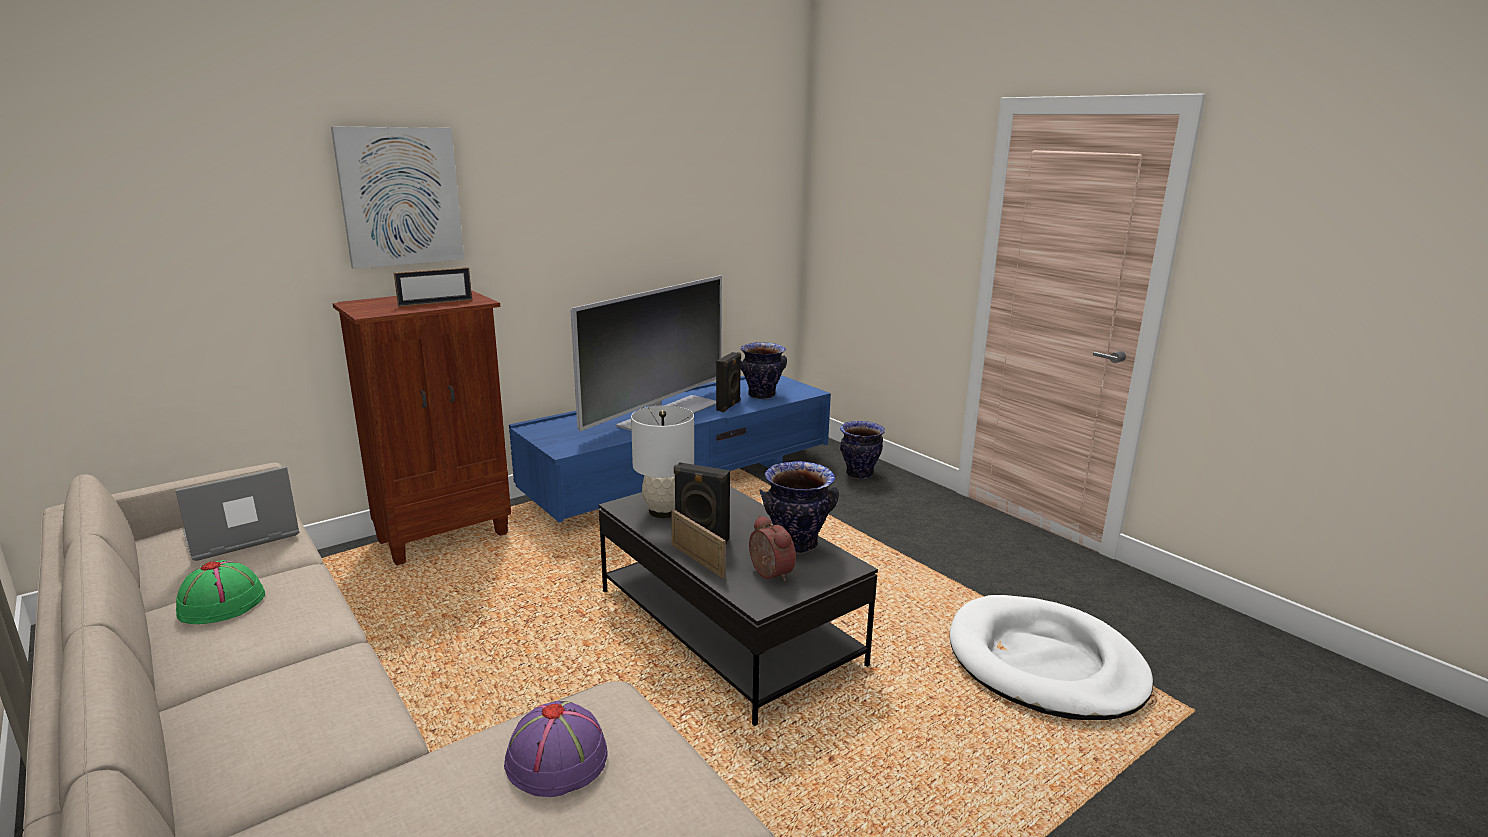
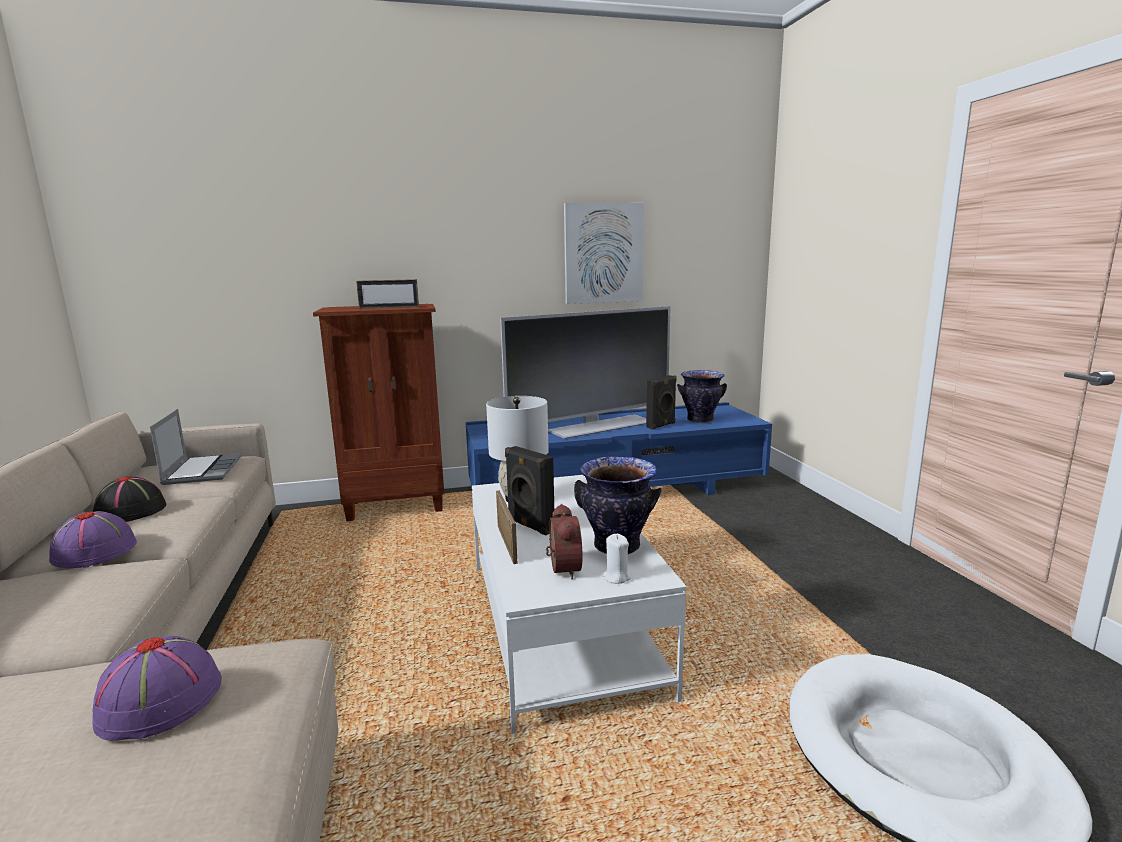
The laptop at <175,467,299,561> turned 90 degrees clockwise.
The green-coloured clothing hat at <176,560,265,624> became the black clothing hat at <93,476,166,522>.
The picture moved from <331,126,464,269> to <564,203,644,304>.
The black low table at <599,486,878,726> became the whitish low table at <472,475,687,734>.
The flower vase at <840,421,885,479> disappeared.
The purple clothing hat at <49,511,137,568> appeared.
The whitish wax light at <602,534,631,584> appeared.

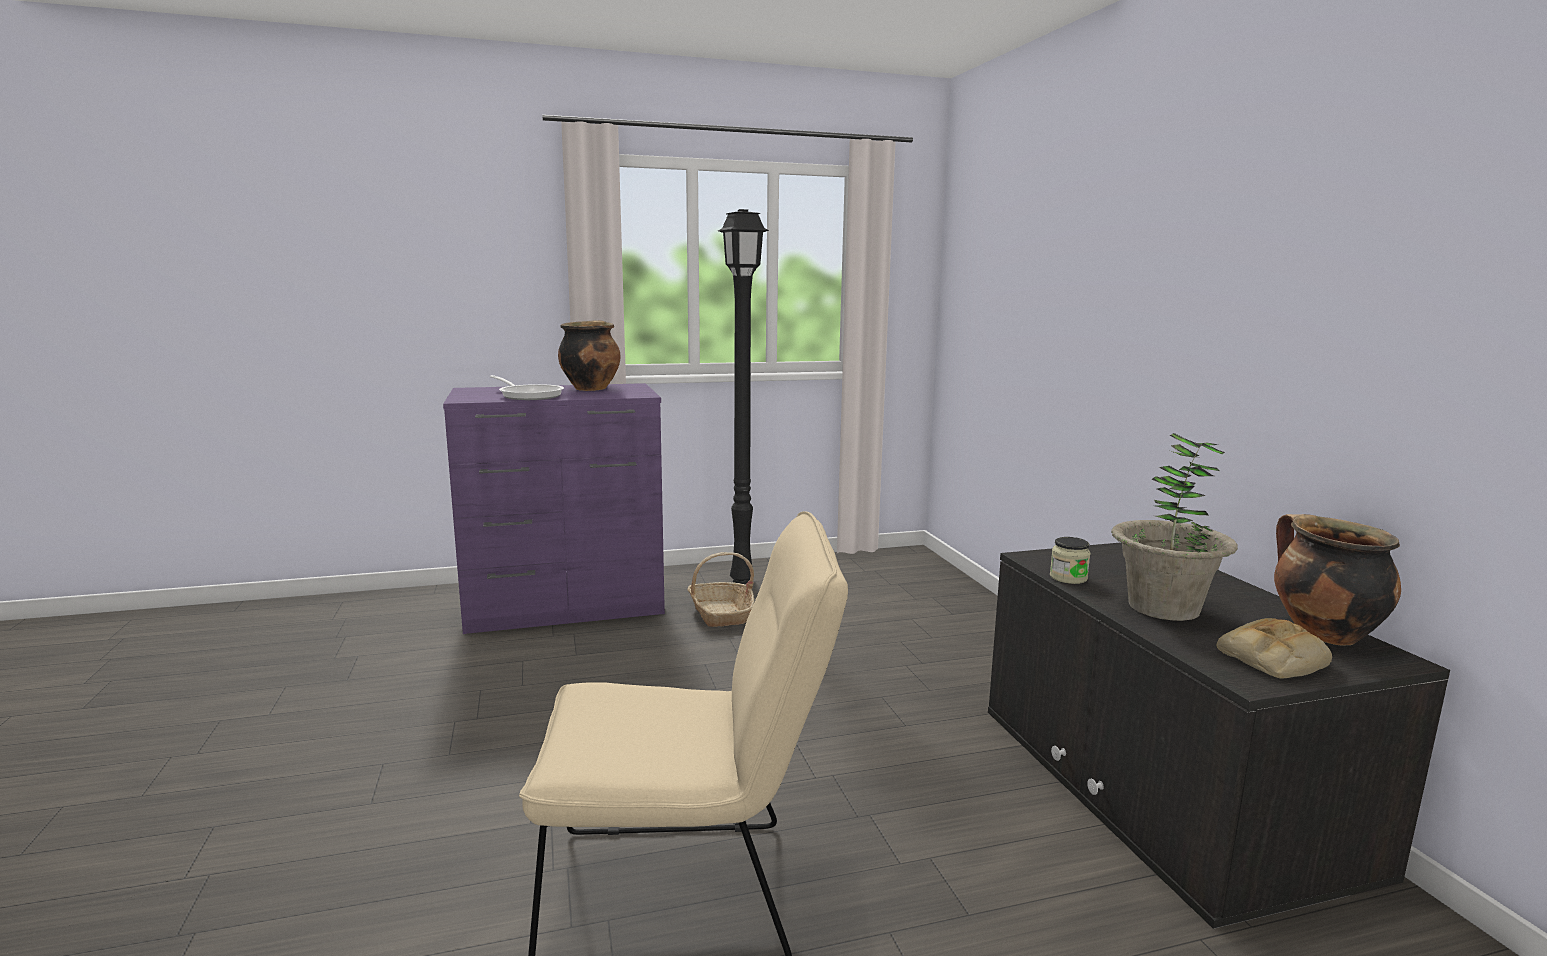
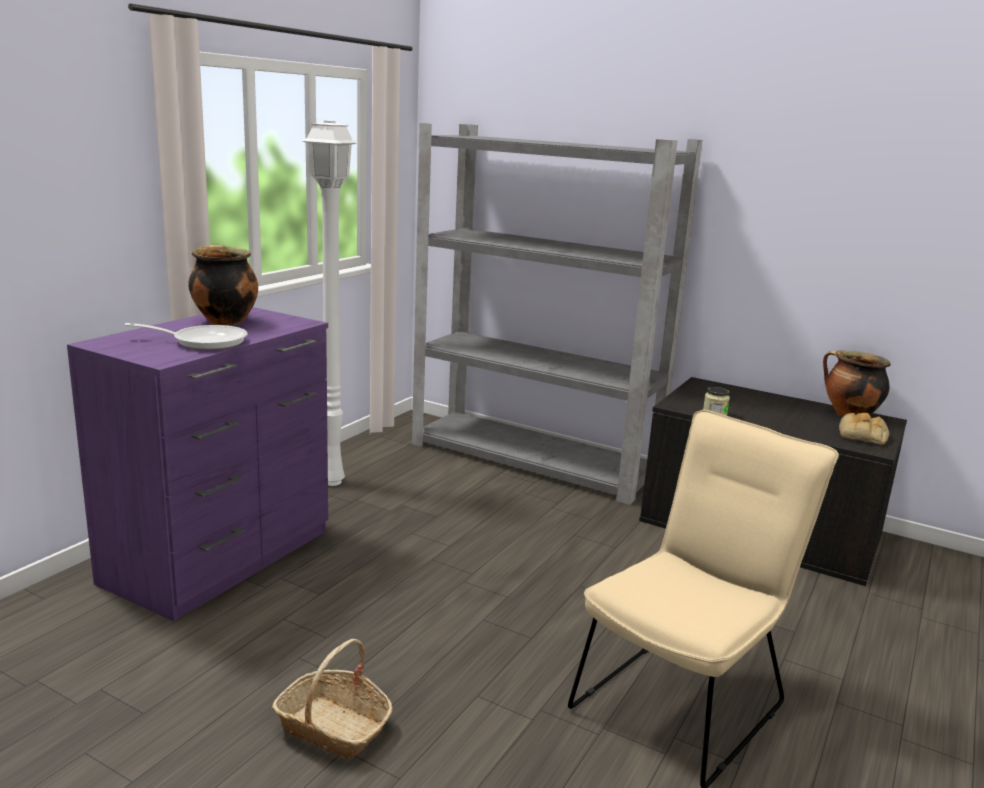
The basket moved from <687,552,754,627> to <272,639,393,759>.
The black floor lamp at <718,209,769,584> became the whitish floor lamp at <302,121,357,486>.
The plant in a pot at <1111,433,1238,621> disappeared.
The grey bookcase at <412,123,702,505> appeared.

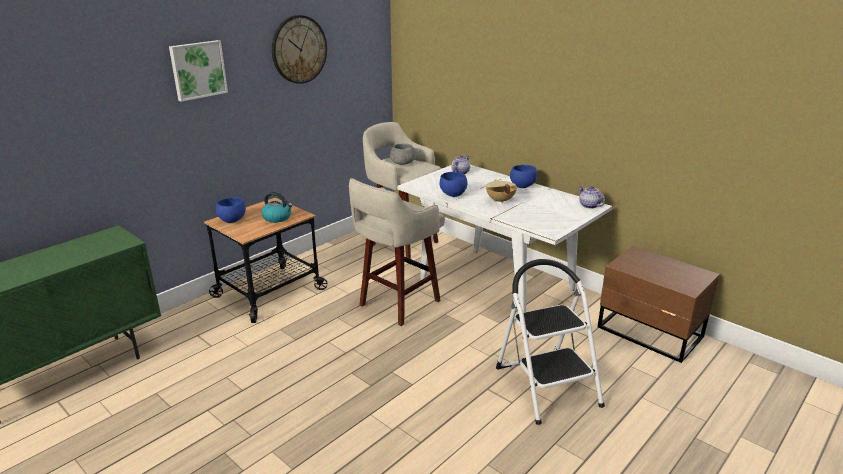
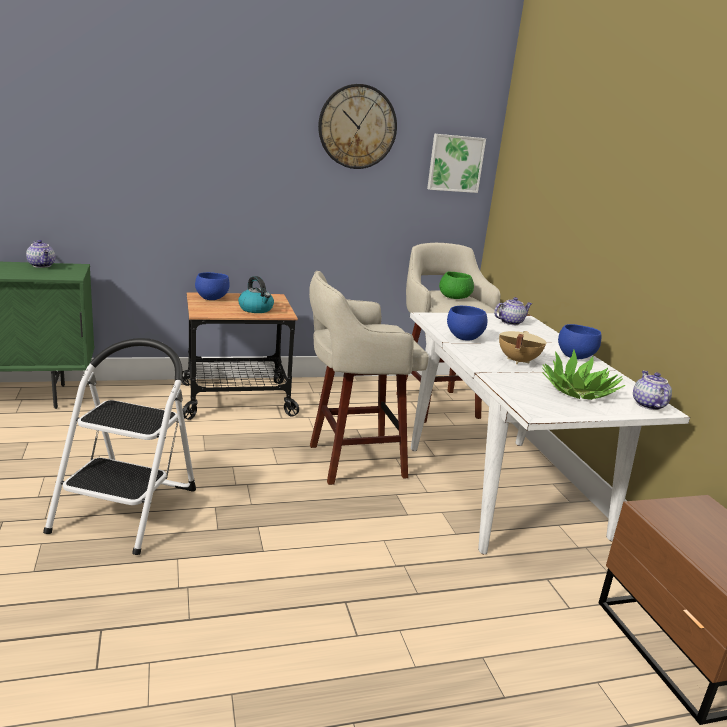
The picture moved from <169,40,228,102> to <427,134,486,193>.
The grey deep dish at <390,144,416,165> became the green-coloured deep dish at <439,271,474,299>.
The step stool moved from <496,259,605,425> to <43,338,196,555>.
The tea pot at <26,240,55,268> appeared.
The plant in a pot at <542,350,625,400> appeared.

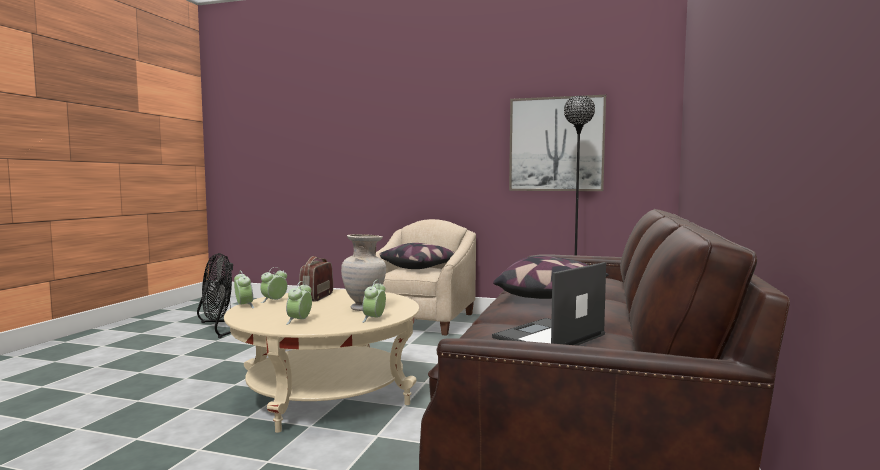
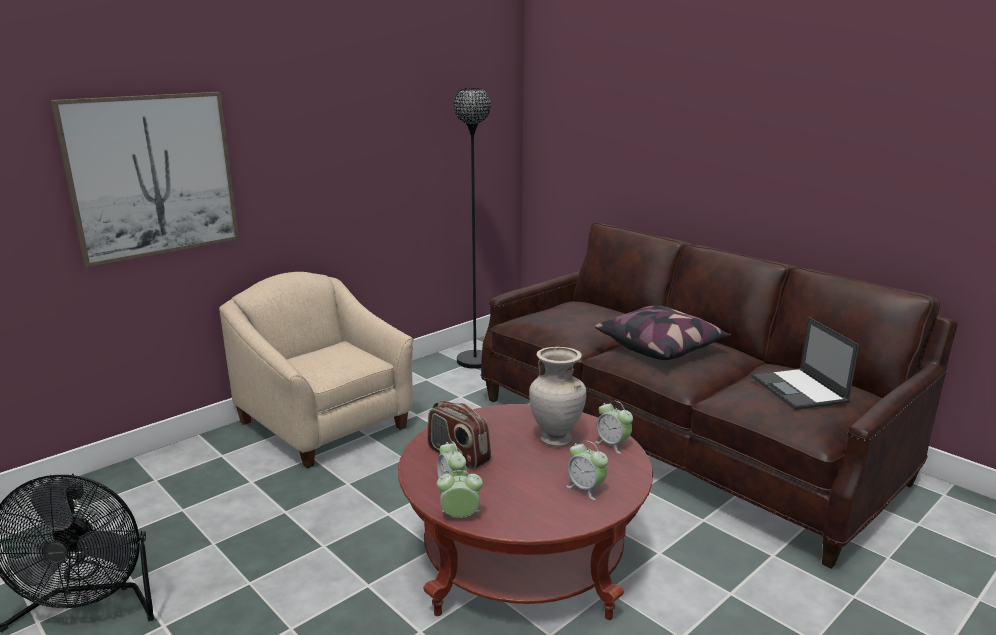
The beige low table at <224,289,419,433> became the reddish low table at <398,404,653,620>.
The throw pillow at <379,243,455,269> disappeared.
The picture moved from <509,95,606,191> to <51,92,239,267>.

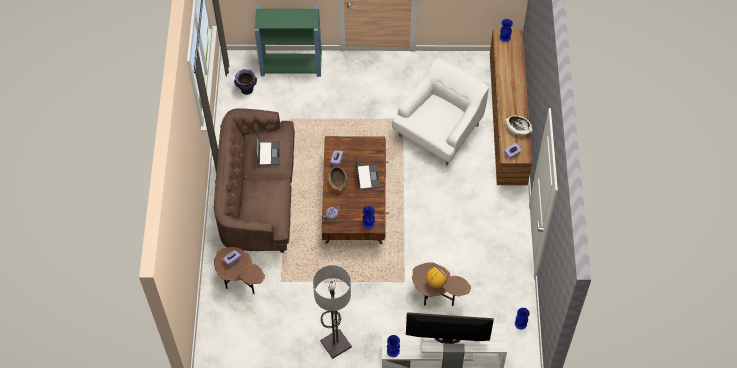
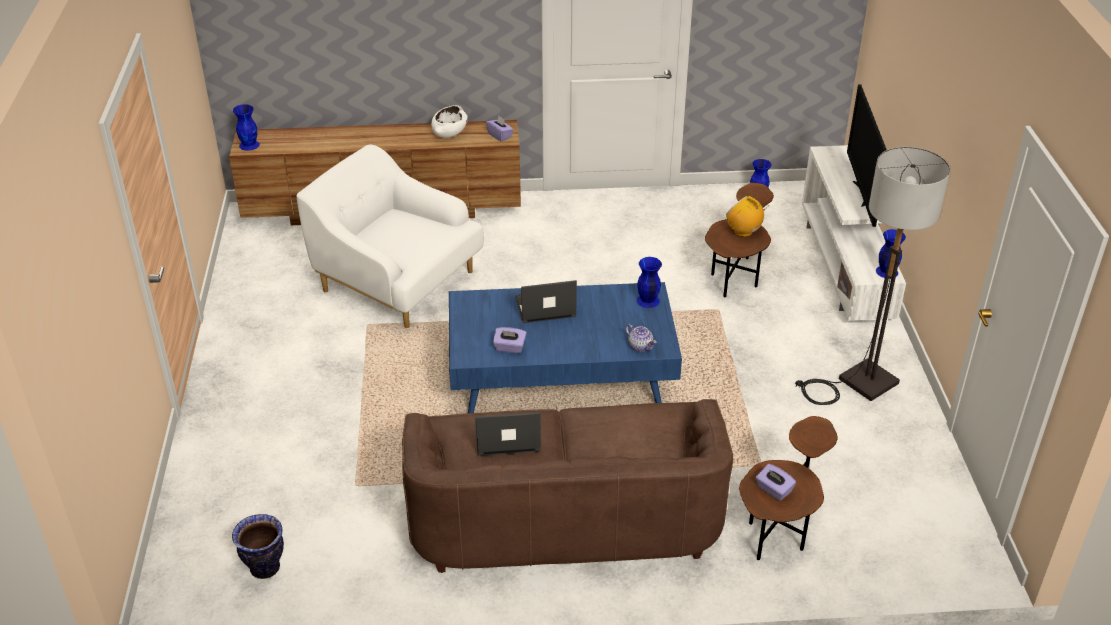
The green-coloured bookcase at <255,6,322,77> disappeared.
The brown low table at <322,136,388,244> became the blue low table at <449,282,682,413>.
The brown deep dish at <328,166,348,192> disappeared.

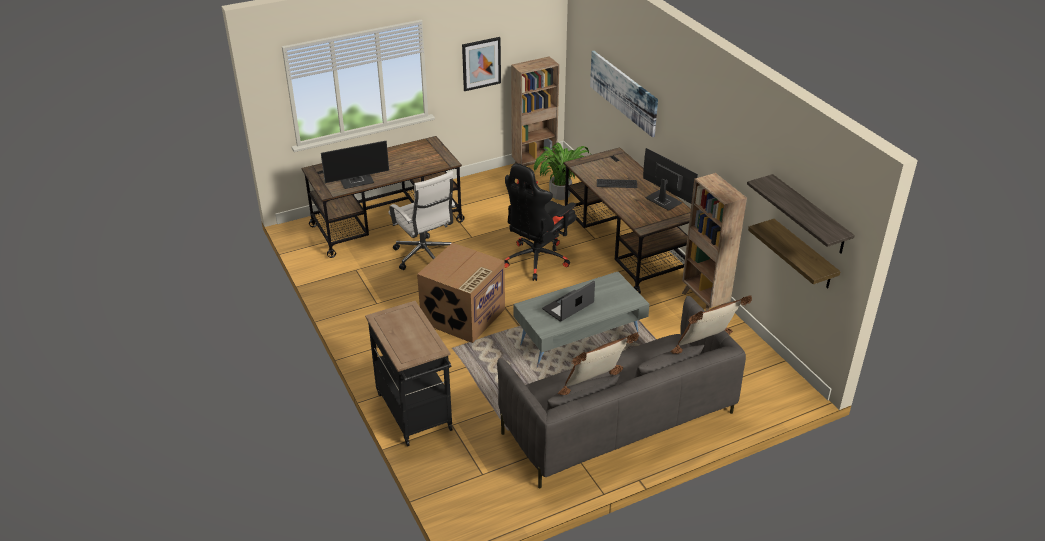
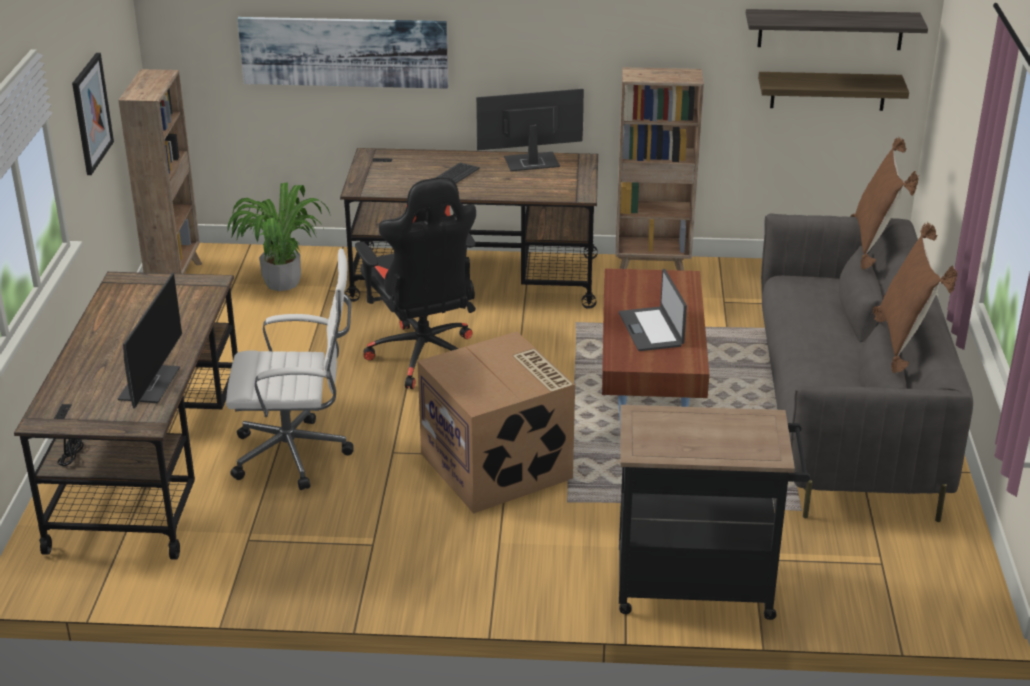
The grey low table at <513,272,650,368> became the brown low table at <602,268,709,418>.

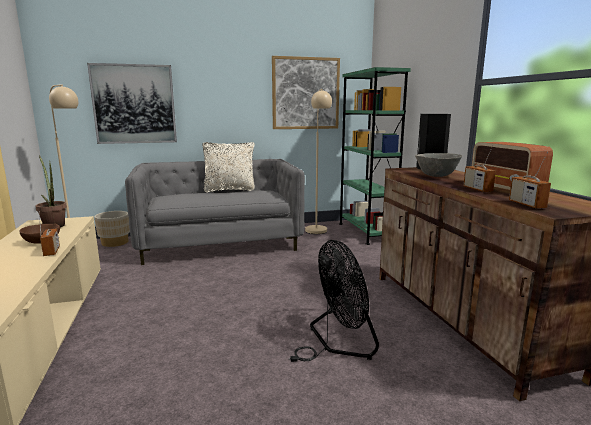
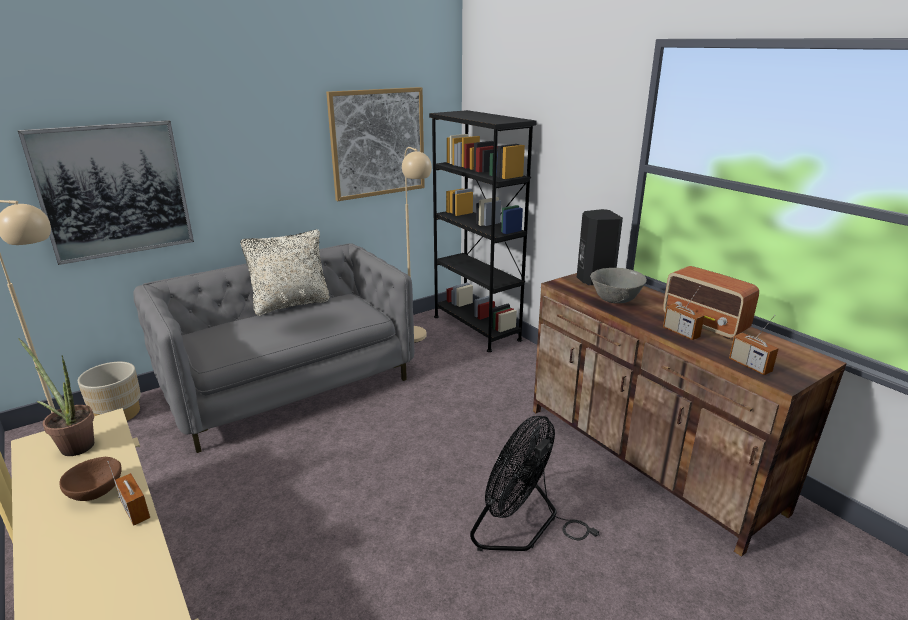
The black cooling fan at <288,240,379,362> turned 105 degrees counterclockwise.
The green-coloured bookcase at <339,67,411,245> became the black bookcase at <429,110,537,352>.

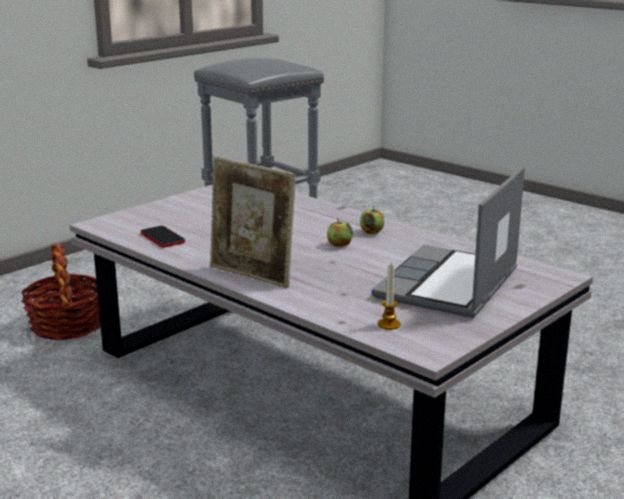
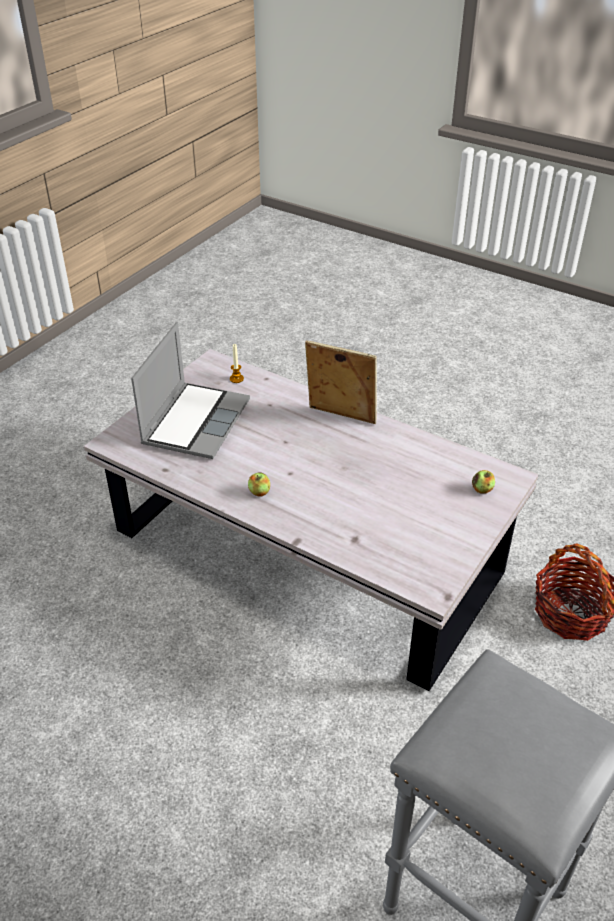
The handset at <141,226,185,248> disappeared.
The apple fruit moved from <327,218,353,247> to <472,470,495,494>.

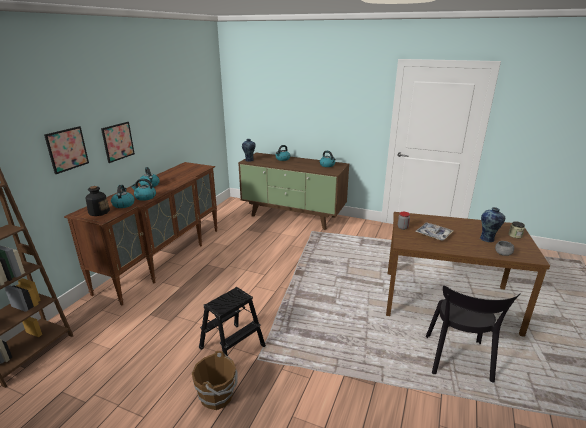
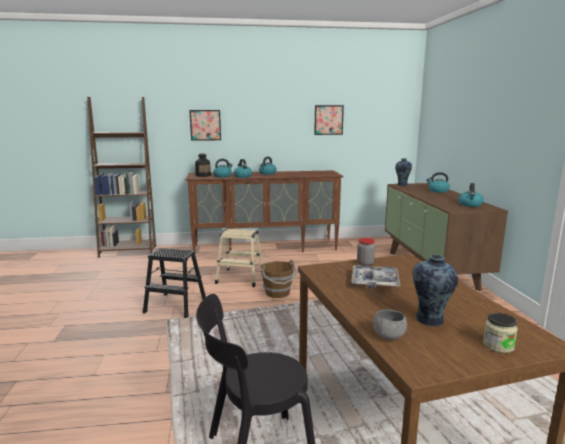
The picture moved from <101,122,135,163> to <314,105,344,135>.
The brown bucket moved from <192,351,238,410> to <261,260,297,298>.
The beige step stool at <215,228,263,287> appeared.

